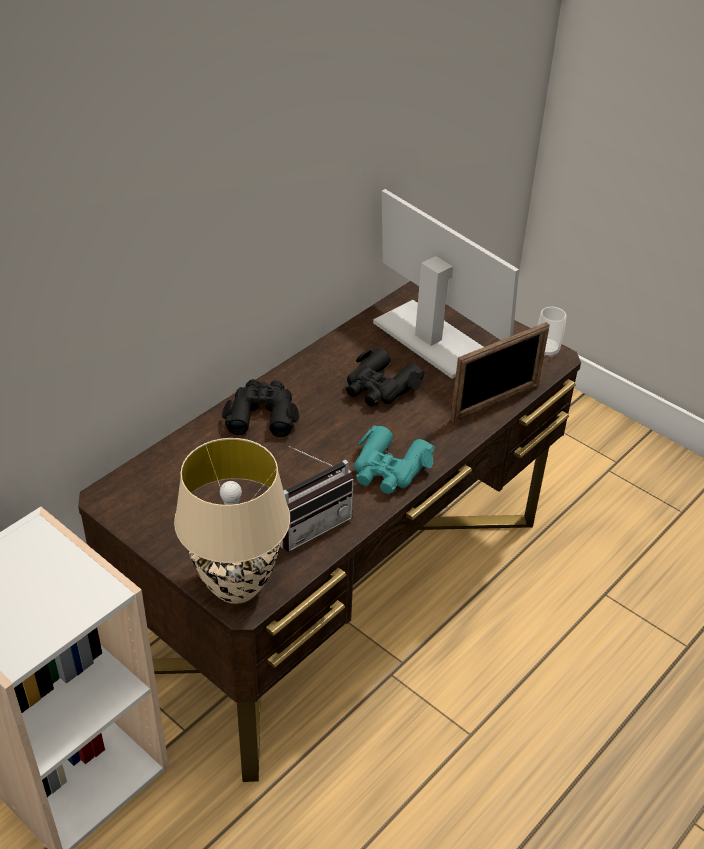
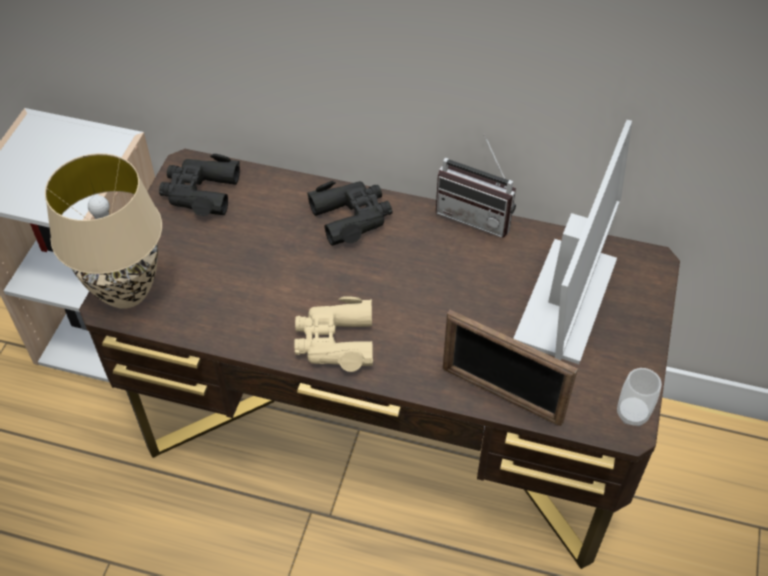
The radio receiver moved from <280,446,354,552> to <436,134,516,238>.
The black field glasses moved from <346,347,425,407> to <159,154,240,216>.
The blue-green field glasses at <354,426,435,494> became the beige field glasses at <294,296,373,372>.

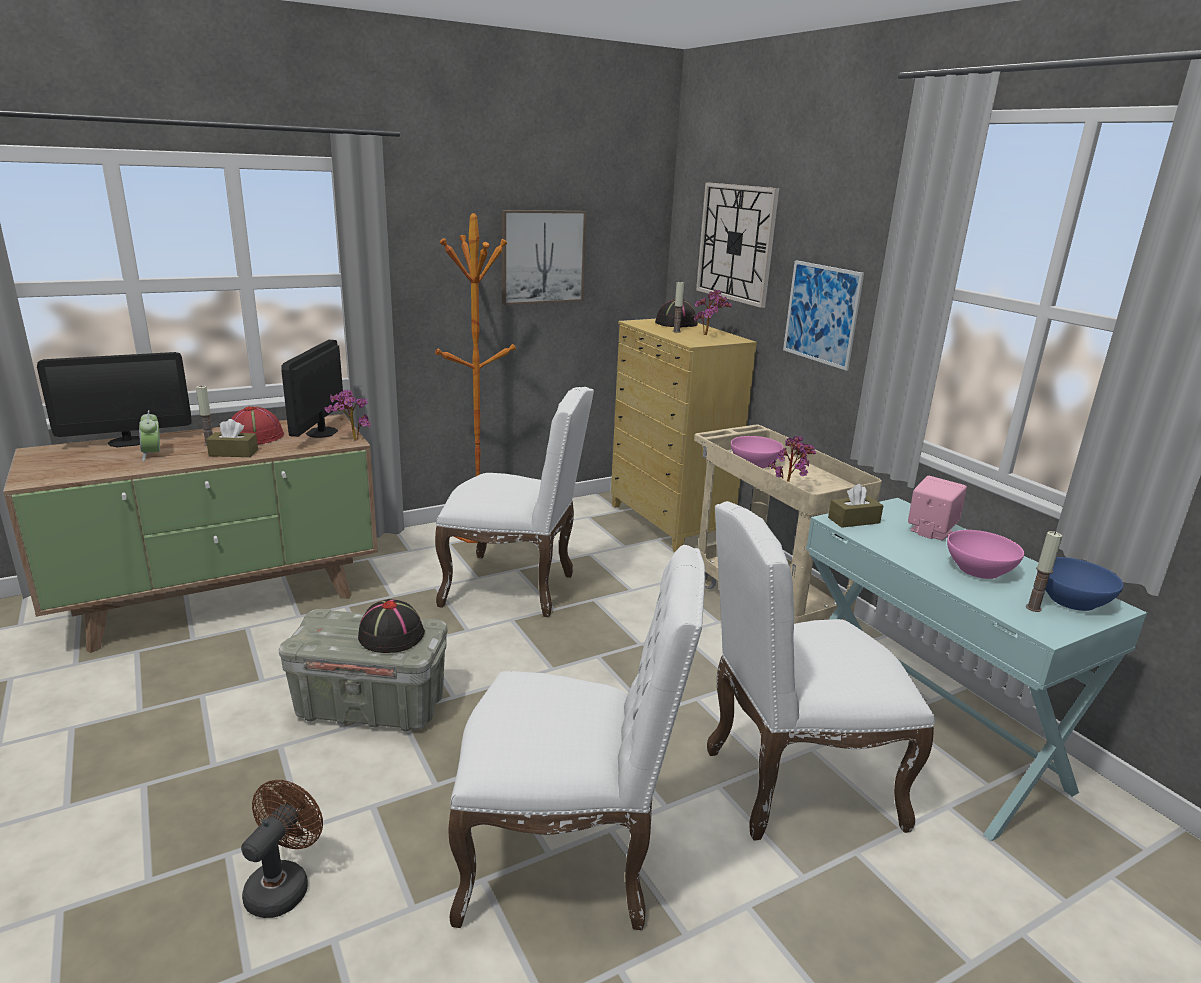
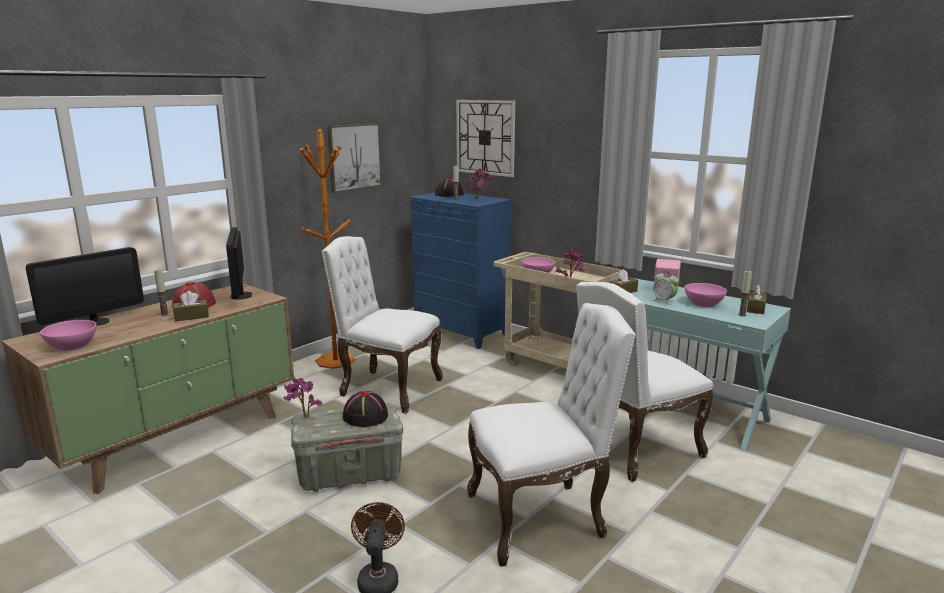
The bedside clock moved from <139,410,160,461> to <652,270,679,305>.
The plant in a pot moved from <325,390,371,440> to <284,377,322,419>.
The whitish upright chair at <435,387,594,617> turned 150 degrees counterclockwise.
The beige dresser at <611,319,757,552> became the blue dresser at <410,193,511,349>.
The picture at <783,260,864,371> disappeared.
The blue deep dish at <1045,557,1123,611> was replaced by the brown tissue holder at <747,284,767,314>.
The pink-coloured deep dish at <40,320,97,351> appeared.

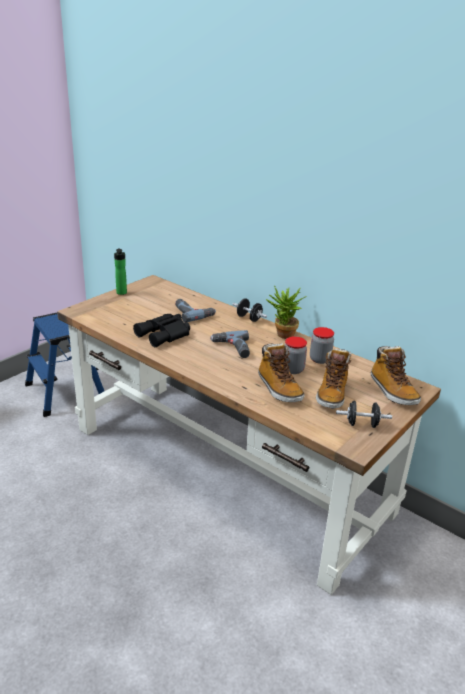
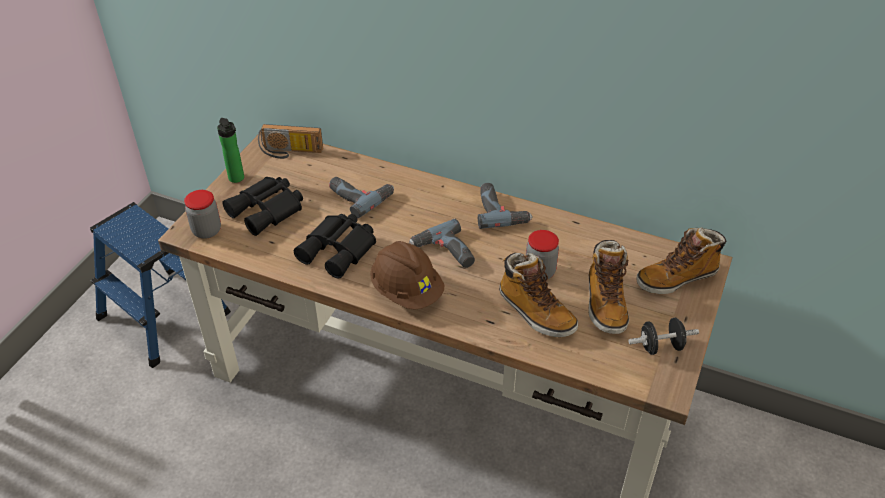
The black hand weight at <232,298,267,322> disappeared.
The plant in a pot at <266,285,306,339> was replaced by the electric drill at <478,183,533,229>.
The jar moved from <310,327,334,364> to <184,190,221,239>.
The high-top boot at <371,346,421,405> turned 105 degrees clockwise.
The black field glasses at <223,177,303,236> appeared.
The radio receiver at <258,124,323,159> appeared.
The brown work helmet at <370,241,444,310> appeared.

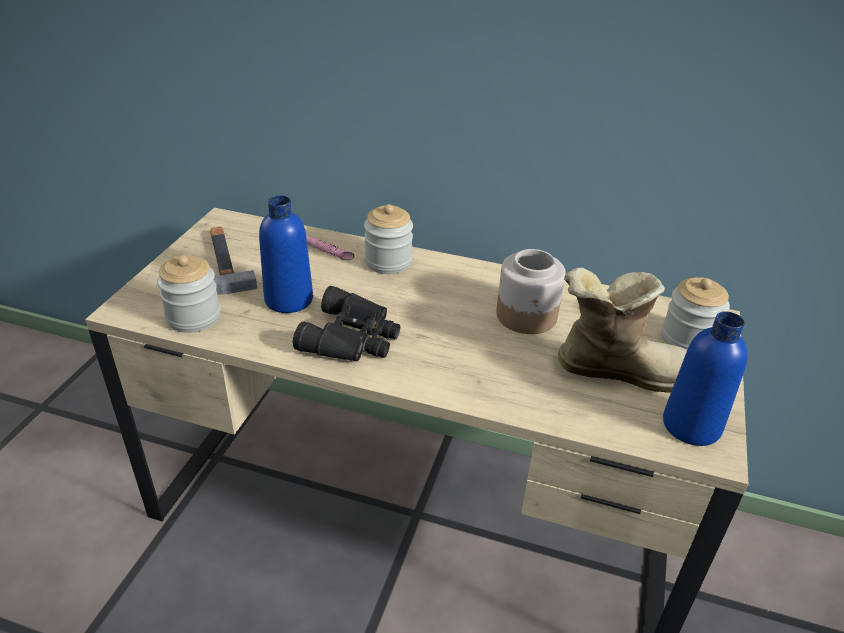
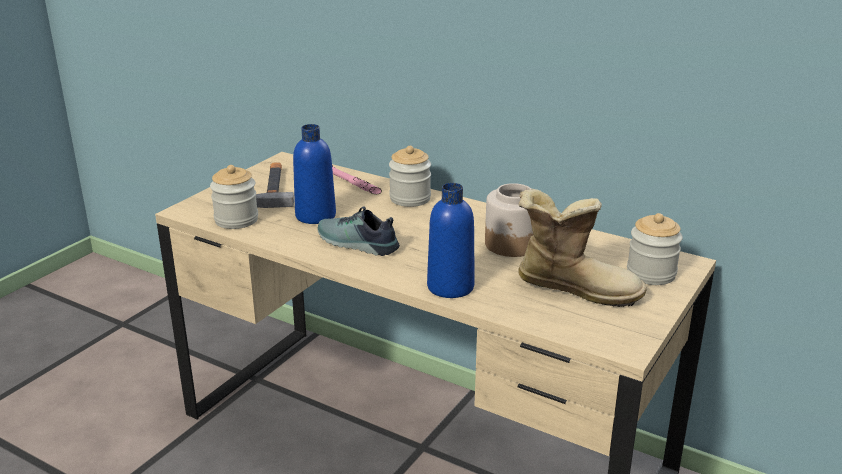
The black field glasses at <293,286,400,362> was replaced by the shoe at <317,206,400,256>.
The blue drink bottle moved from <663,311,748,446> to <427,183,475,298>.

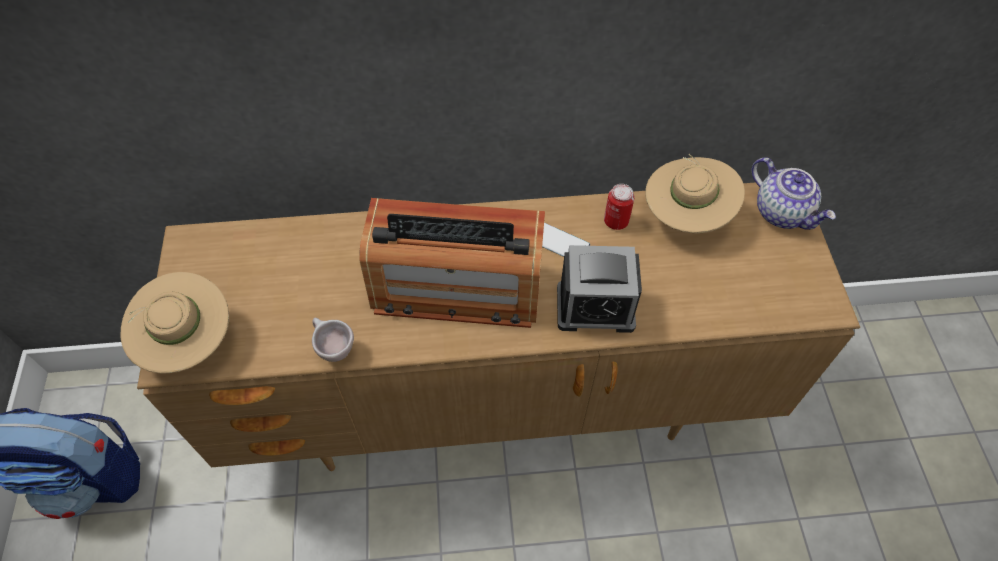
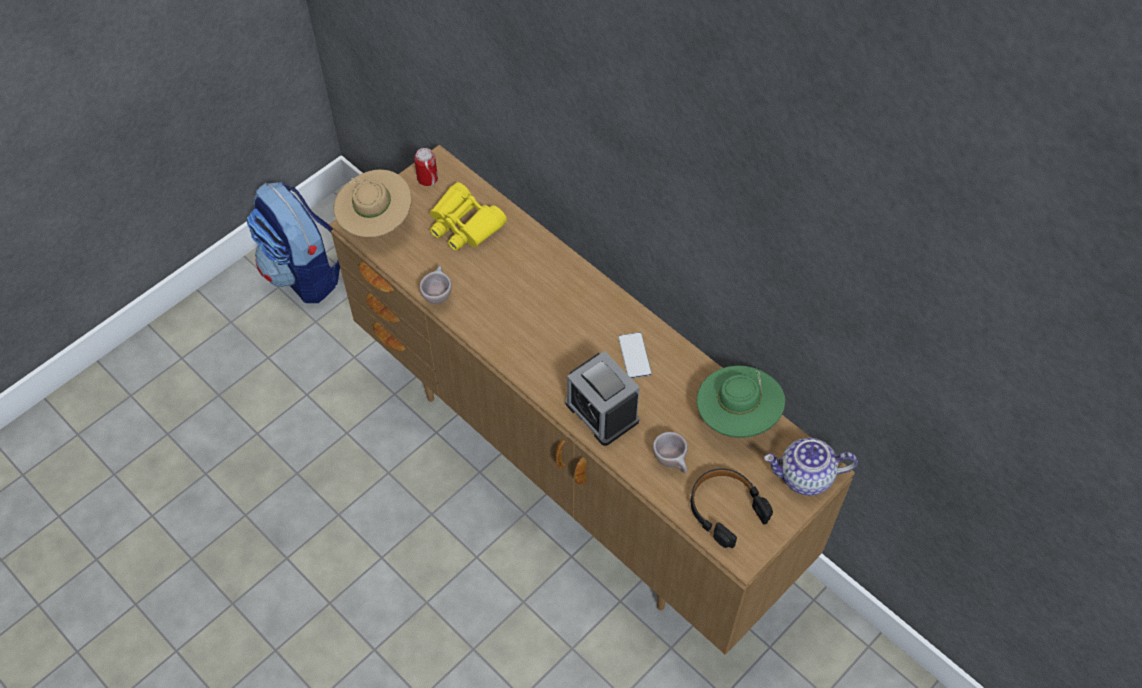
The radio receiver at <359,198,545,328> disappeared.
The metal can moved from <604,184,635,230> to <414,148,438,186>.
The beige clothing hat at <645,154,745,234> became the green-coloured clothing hat at <697,365,785,438>.
The tea pot at <752,158,836,230> turned 75 degrees clockwise.
The yellow field glasses at <430,182,507,251> appeared.
The beige small cup at <653,432,688,473> appeared.
The black headphones at <691,469,773,548> appeared.

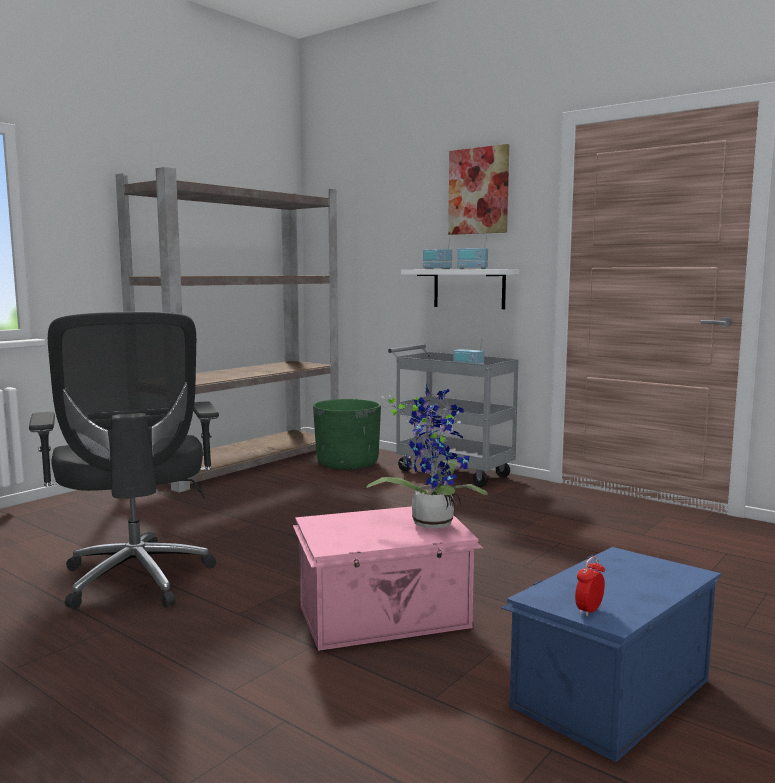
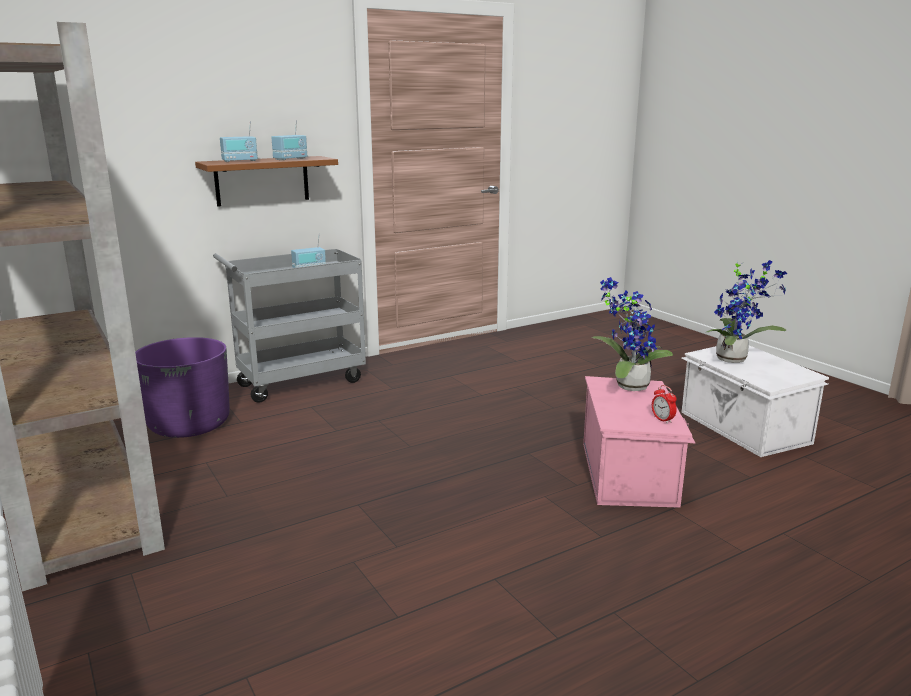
The office chair at <29,312,219,610> disappeared.
The green-coloured flower pot at <313,399,381,470> became the purple flower pot at <135,337,230,438>.
The whitish wall shelf at <401,269,519,309> became the brown wall shelf at <195,156,338,207>.
The picture at <448,144,509,235> disappeared.
The blue storage bin at <501,547,721,762> became the whitish storage bin at <681,346,829,457>.
The bedside clock moved from <575,556,605,616> to <652,385,677,424>.
The plant in a pot at <706,260,788,363> appeared.

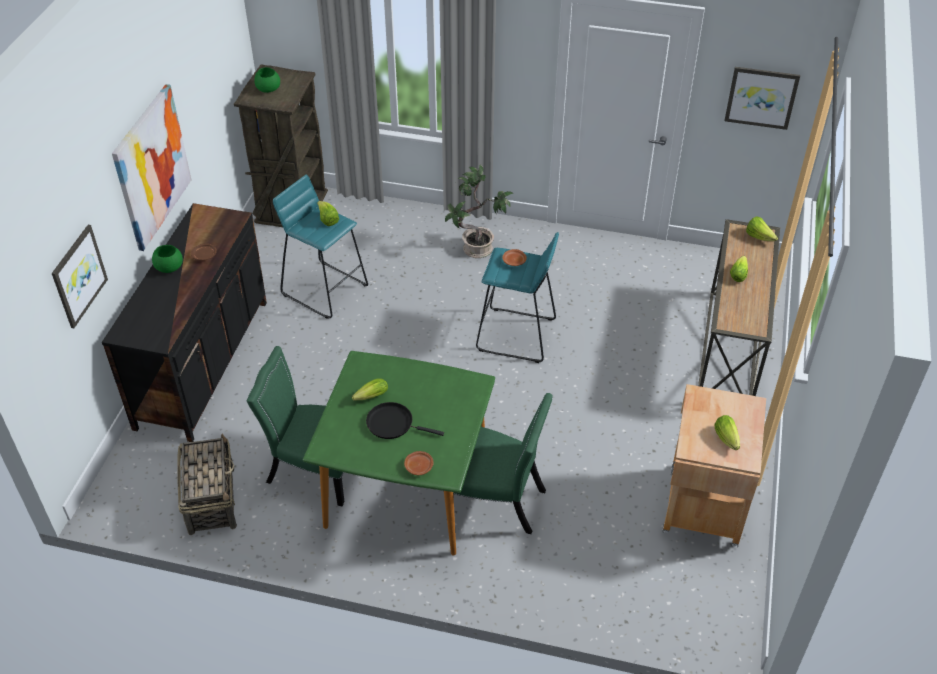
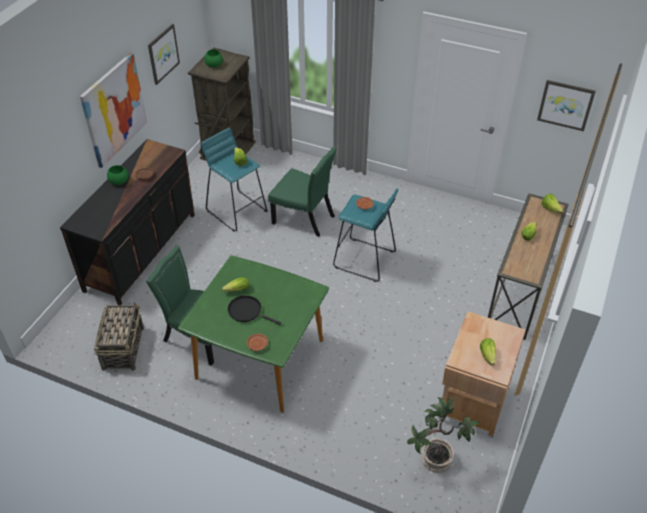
The picture moved from <52,225,108,328> to <148,24,180,85>.
The plant in a pot moved from <445,165,513,258> to <407,395,479,473>.
The green-coloured upright chair moved from <453,393,553,534> to <268,146,337,237>.

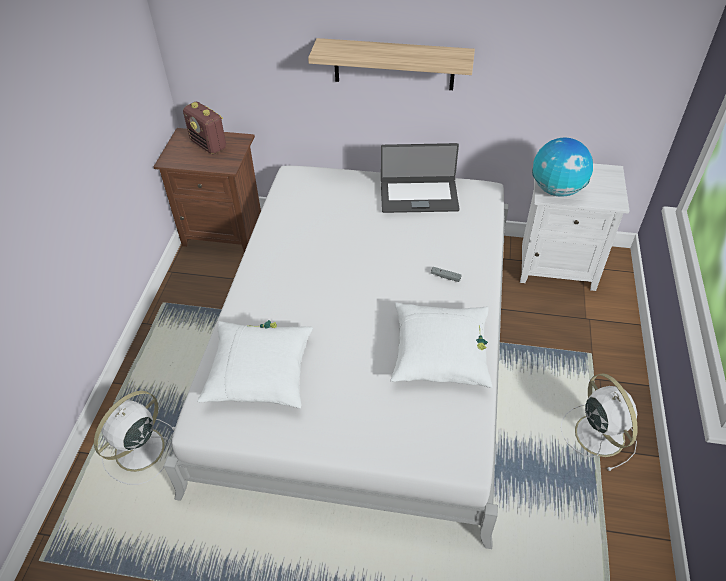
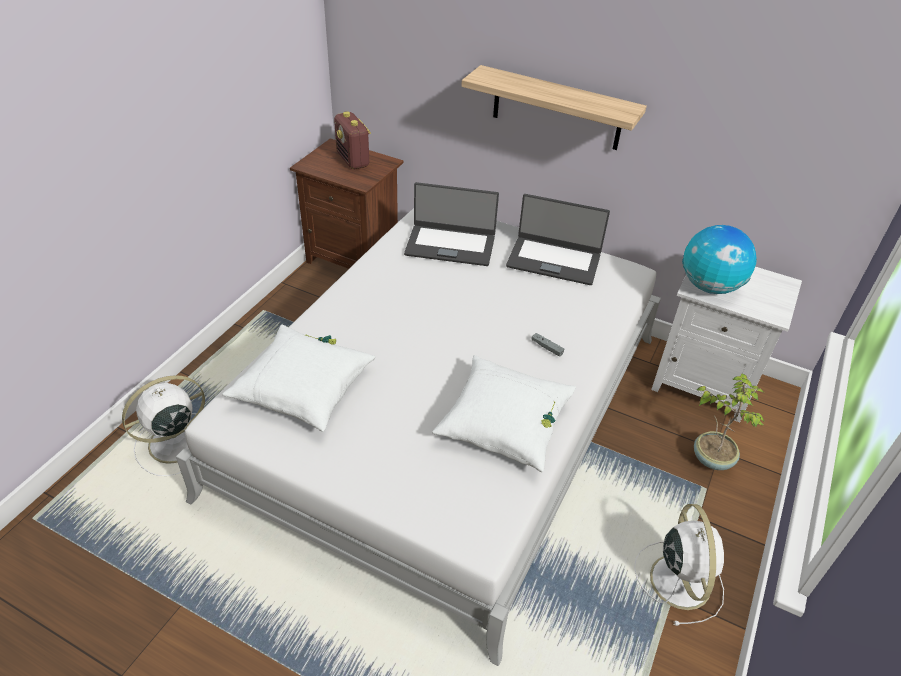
The laptop at <404,182,499,266> appeared.
The plant in a pot at <694,373,764,470> appeared.

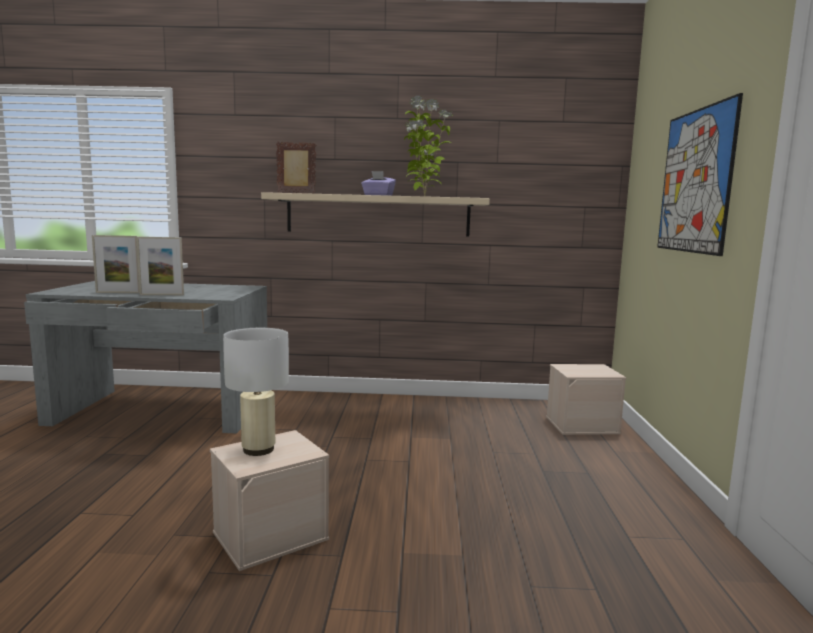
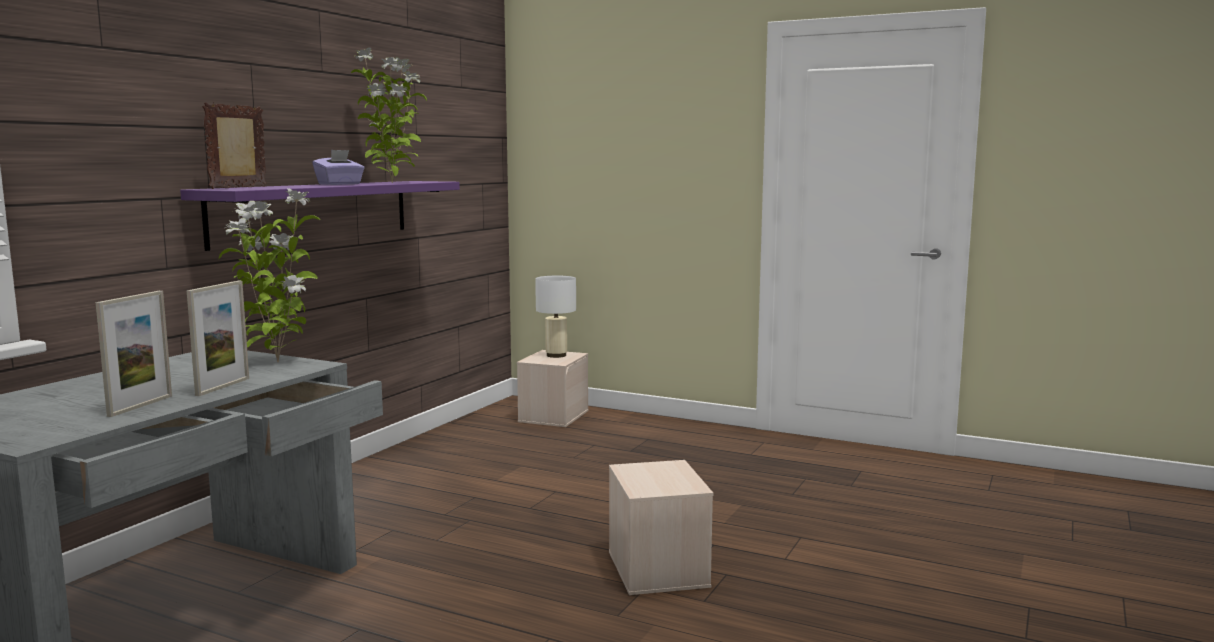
The whitish lamp for a table moved from <223,328,289,456> to <535,276,576,358>.
The beige wall shelf at <261,192,490,237> became the purple wall shelf at <180,181,460,251>.
The picture at <657,93,743,256> disappeared.
The plant in a pot at <219,189,320,362> appeared.

